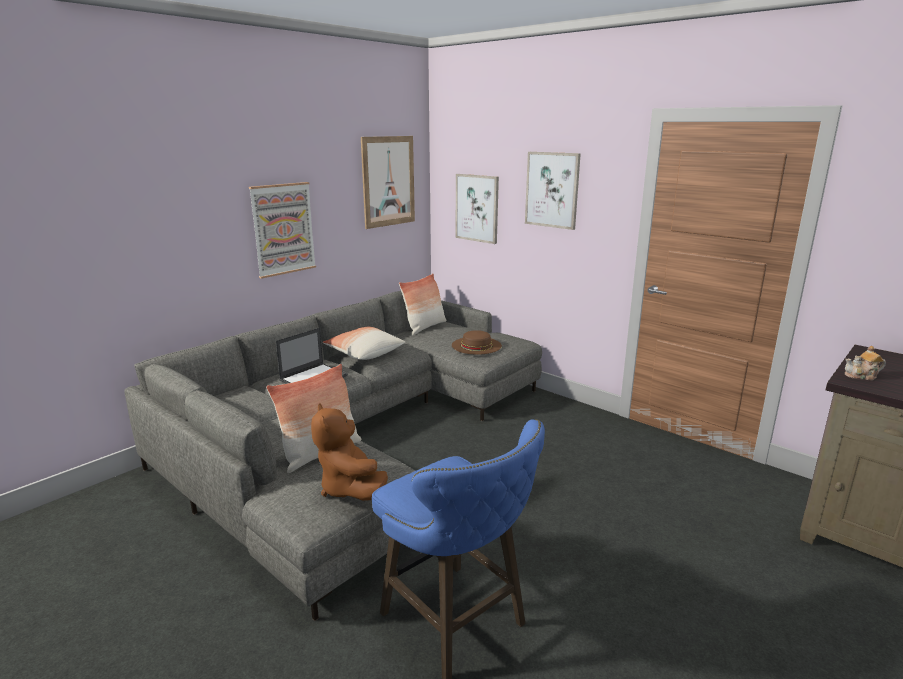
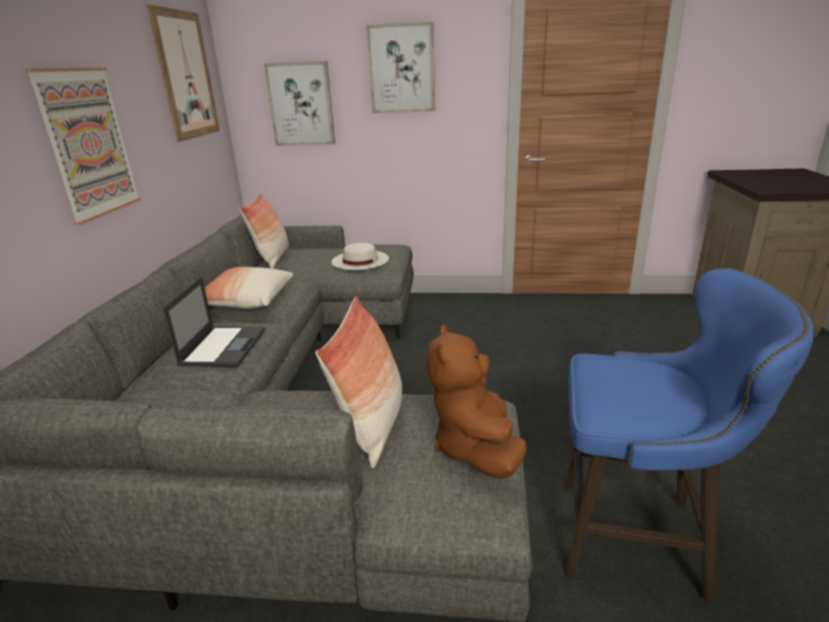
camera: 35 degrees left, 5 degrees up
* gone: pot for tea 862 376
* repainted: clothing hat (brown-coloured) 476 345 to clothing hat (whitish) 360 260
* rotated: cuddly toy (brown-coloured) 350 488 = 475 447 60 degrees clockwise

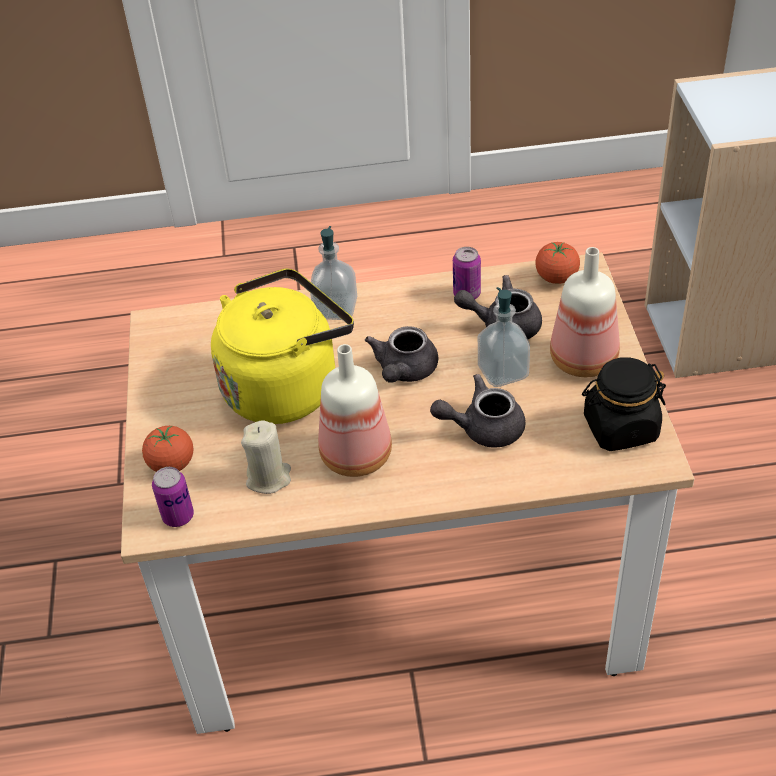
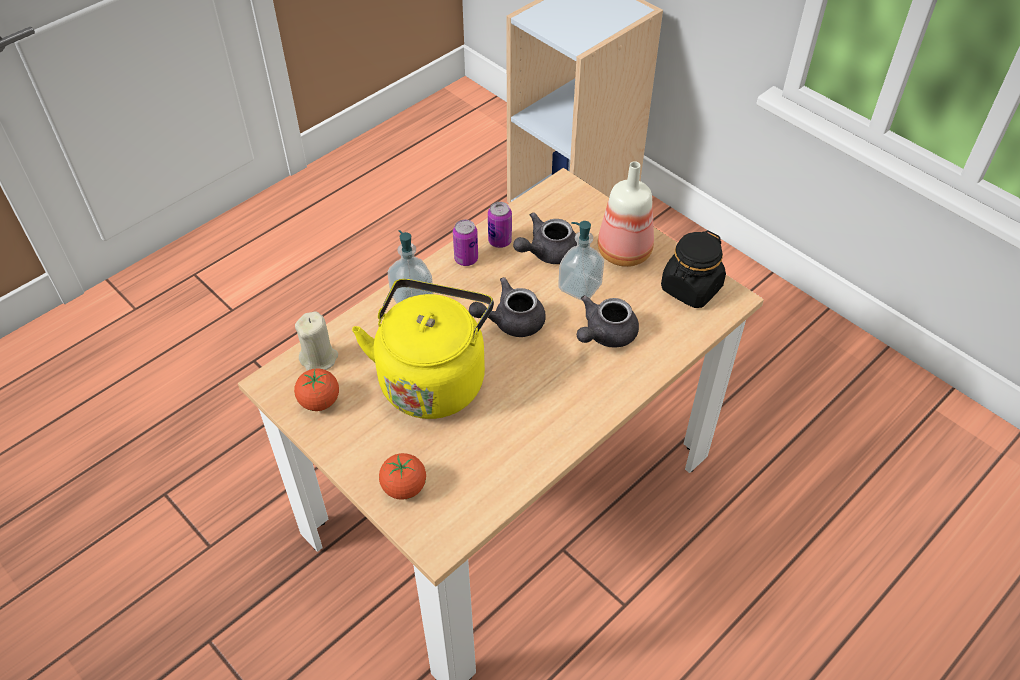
camera: 40 degrees left, 5 degrees up
* gone: beverage bottle 354 454
* shifted: metal can 178 516 to 466 259
* shifted: candle (beige) 269 478 to 319 358
* shifted: tomato 556 278 to 319 401
* rotated: pot for tea (gray) 404 371 = 511 321 90 degrees clockwise

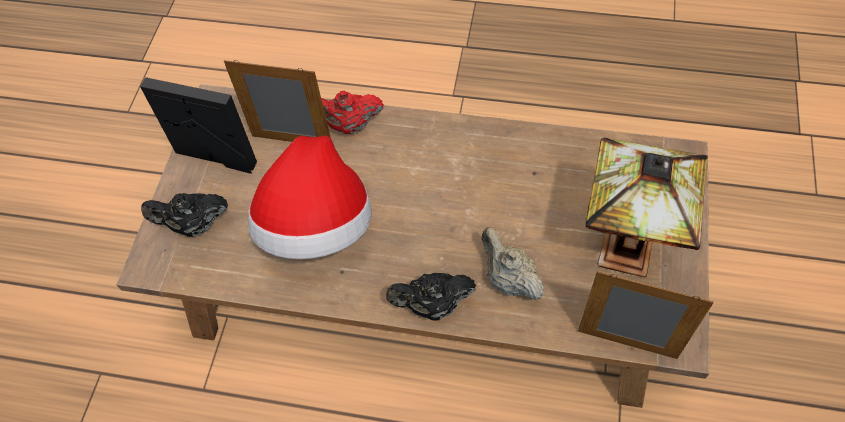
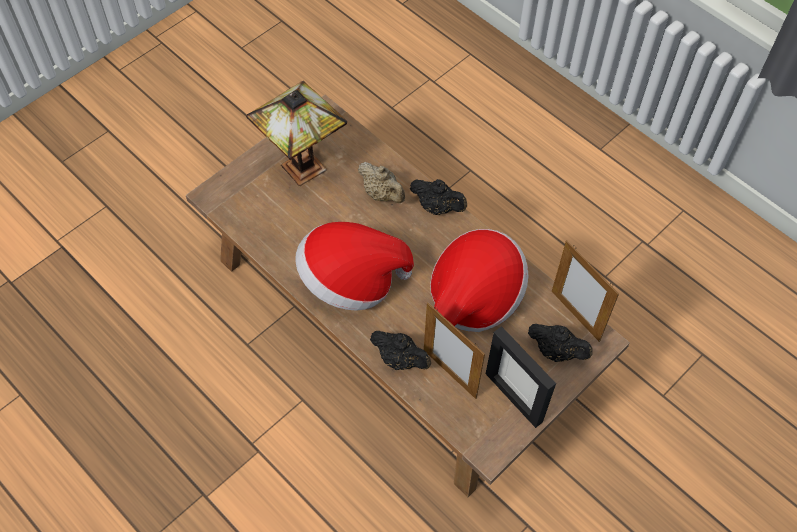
camera: 150 degrees left, 0 degrees up
* new: clothing hat 351 281
* shifted: photo frame 626 344 to 575 315
* repainted: pot for tea (red-coloured) 348 125 to pot for tea (black-coloured) 400 359
* rotated: pot for tea (beige) 508 279 = 382 194 45 degrees counterclockwise

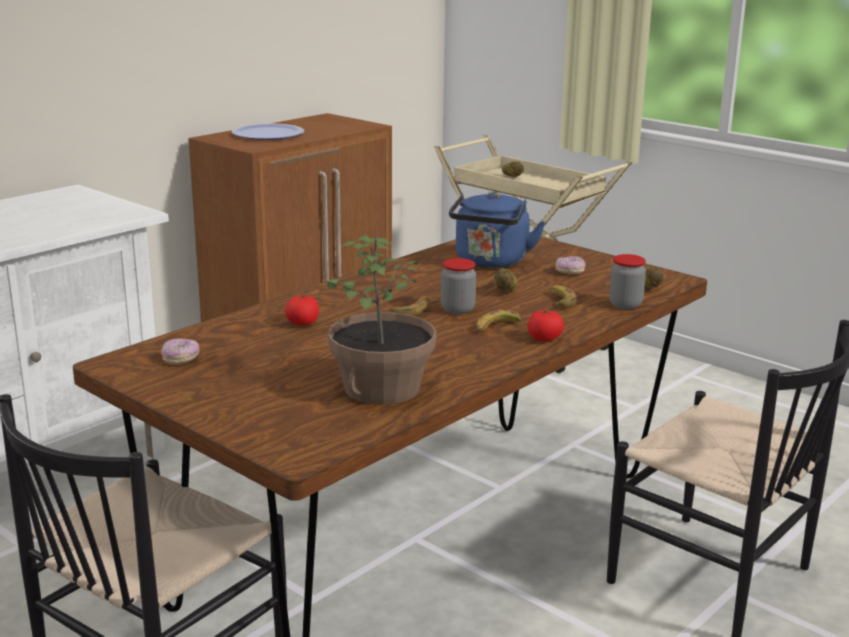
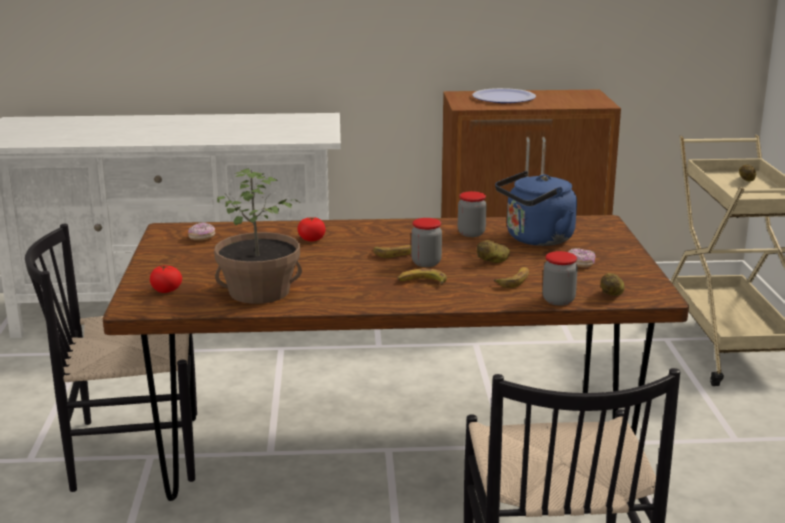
camera: 45 degrees right, 0 degrees up
* new: jar 471 233
* shifted: tomato 544 338 to 166 290

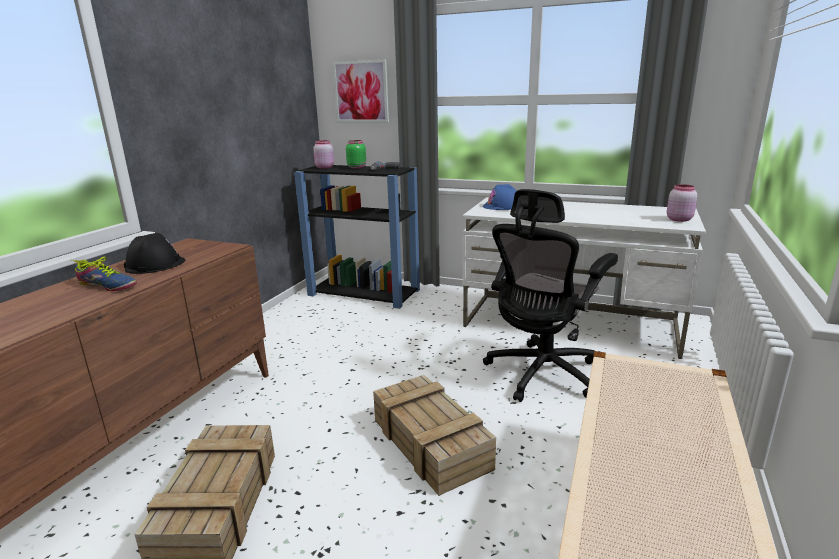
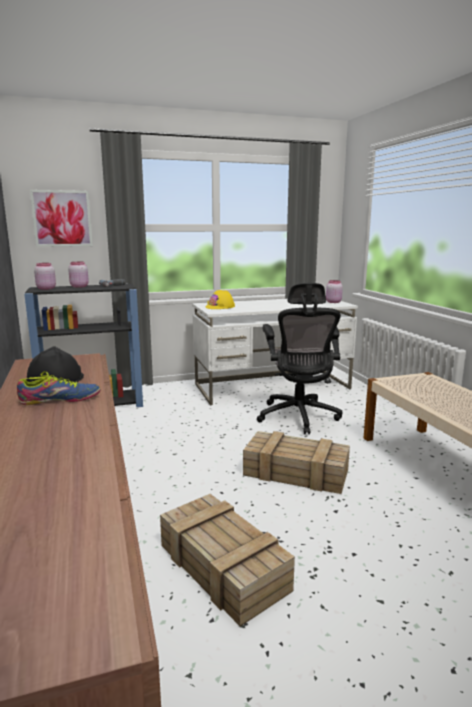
camera: 40 degrees left, 5 degrees down
* repainted: jar (green) 357 167 to jar (pink-coloured) 79 286
* repainted: hard hat (blue) 502 206 to hard hat (yellow) 220 307

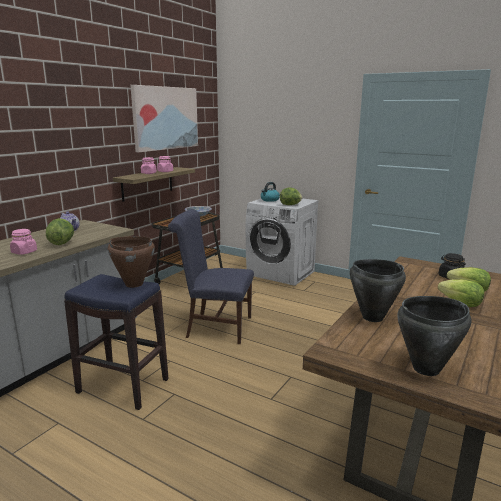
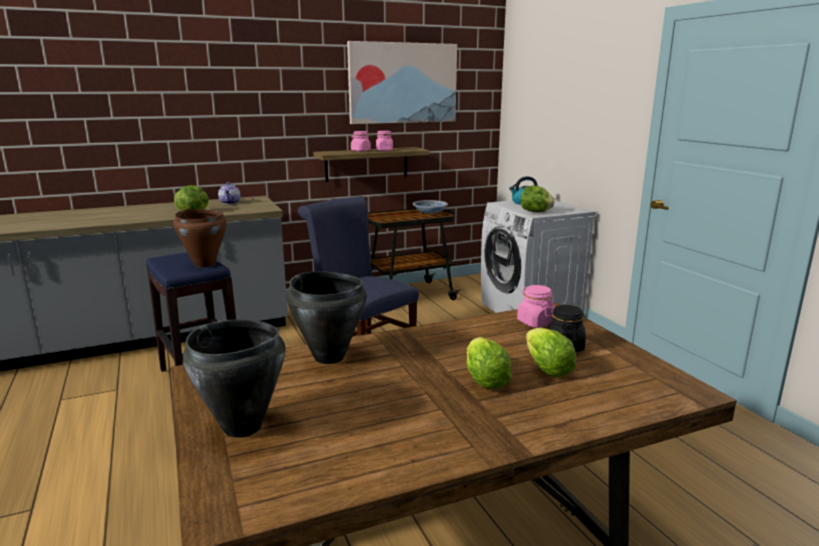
camera: 35 degrees right, 0 degrees up
* shifted: jar (pink-coloured) 24 252 to 535 322

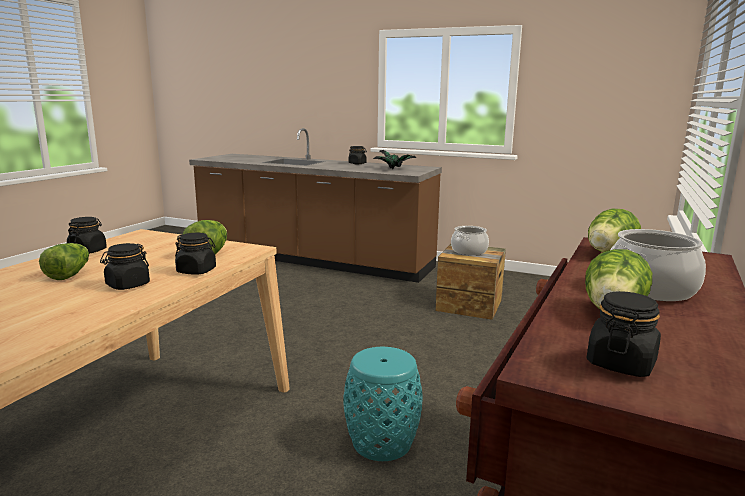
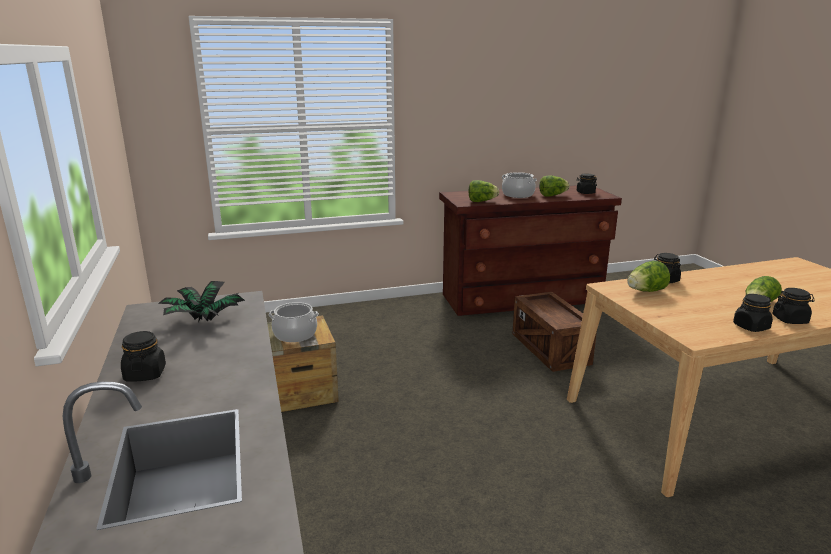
camera: 130 degrees left, 5 degrees up
* shifted: jar (black-coloured) 127 285 to 790 320
* swapped: stool (blue-green) 381 443 to shipping crate 550 349

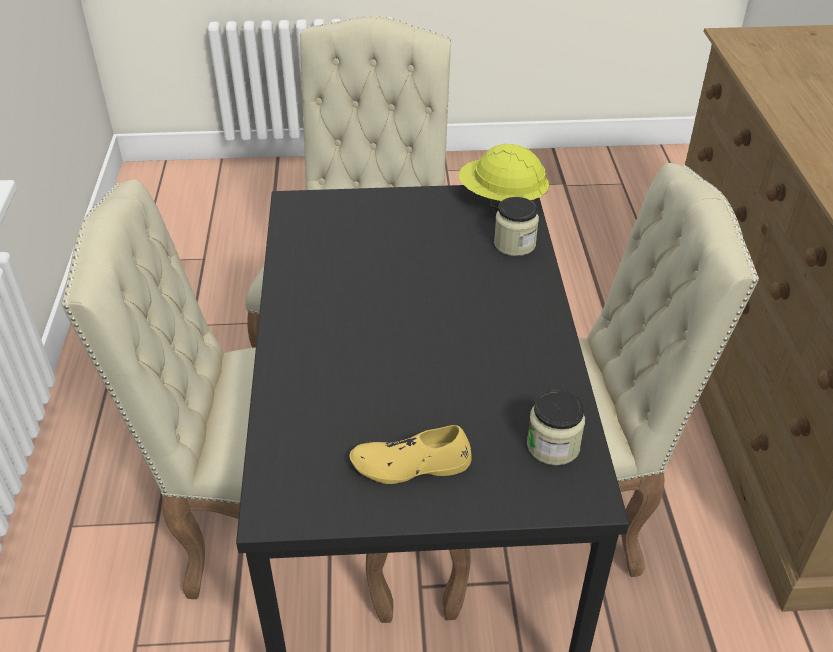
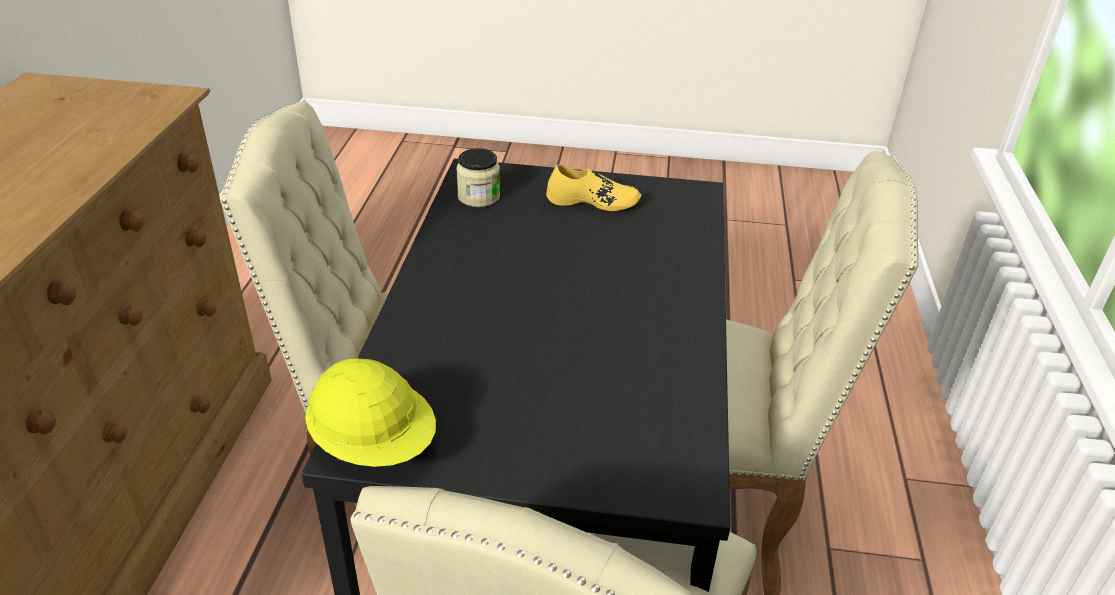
camera: 170 degrees left, 5 degrees down
* gone: jar 514 244

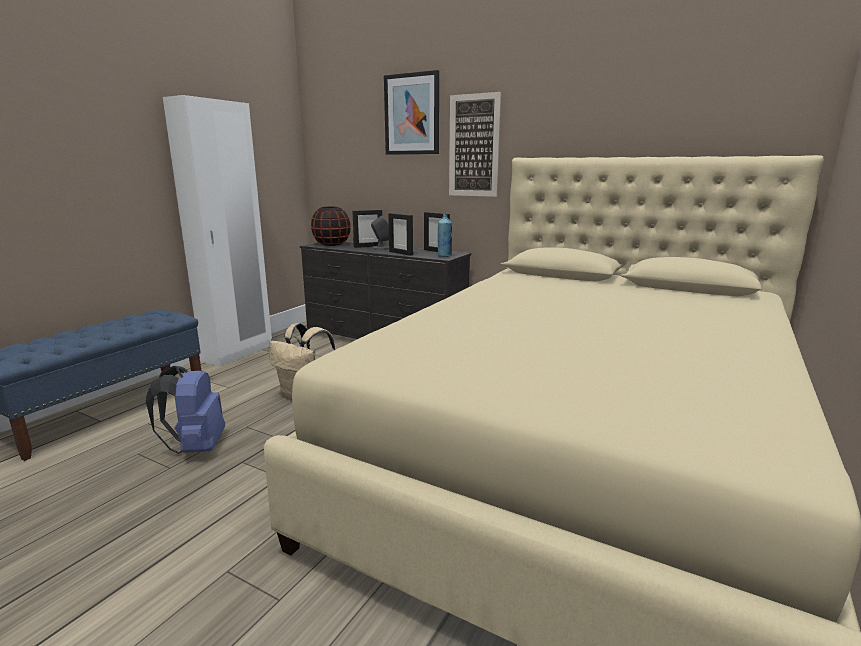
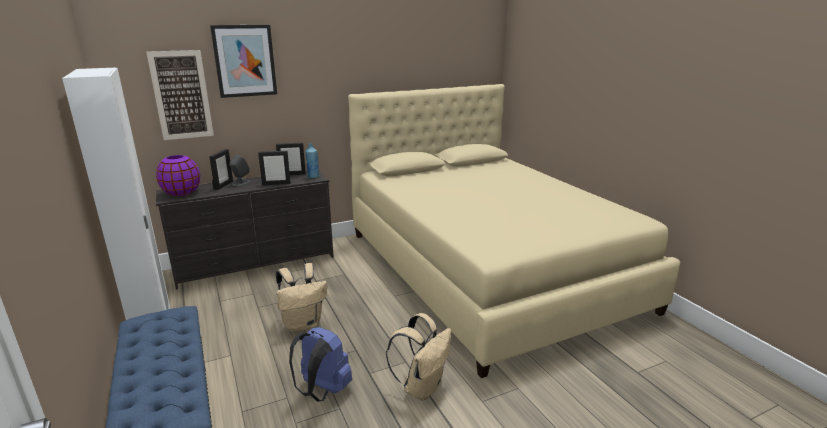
camera: 55 degrees left, 5 degrees up
* new: knapsack (beige) 422 387
* shifted: picture 474 146 to 181 95
* repainted: vase (black-coloured) 332 244 to vase (purple) 182 193

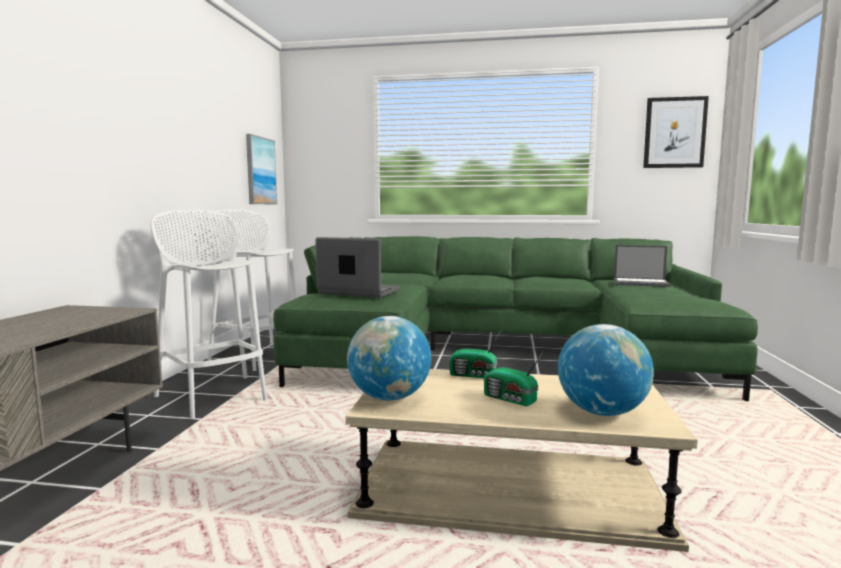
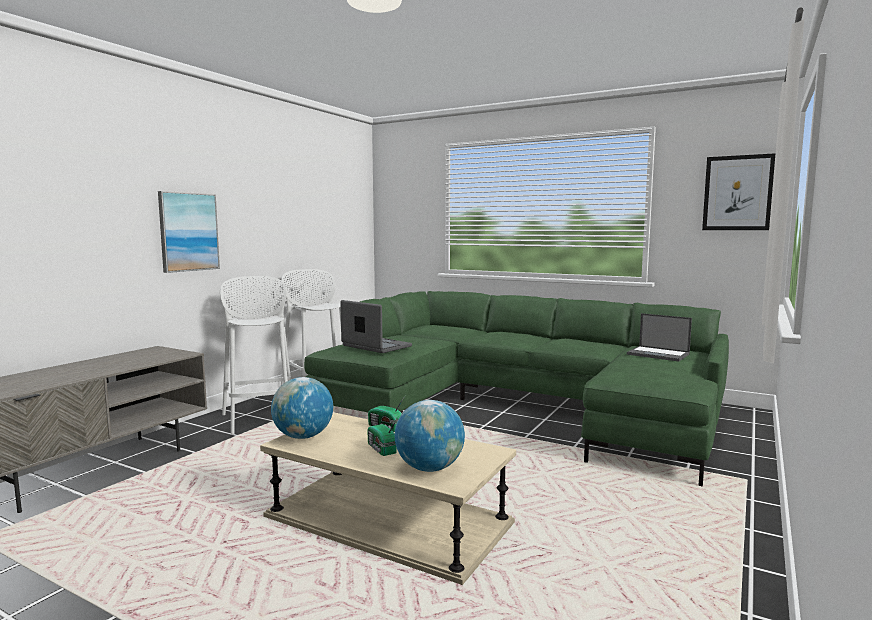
camera: 20 degrees right, 0 degrees up
* shifted: picture 260 171 to 188 232

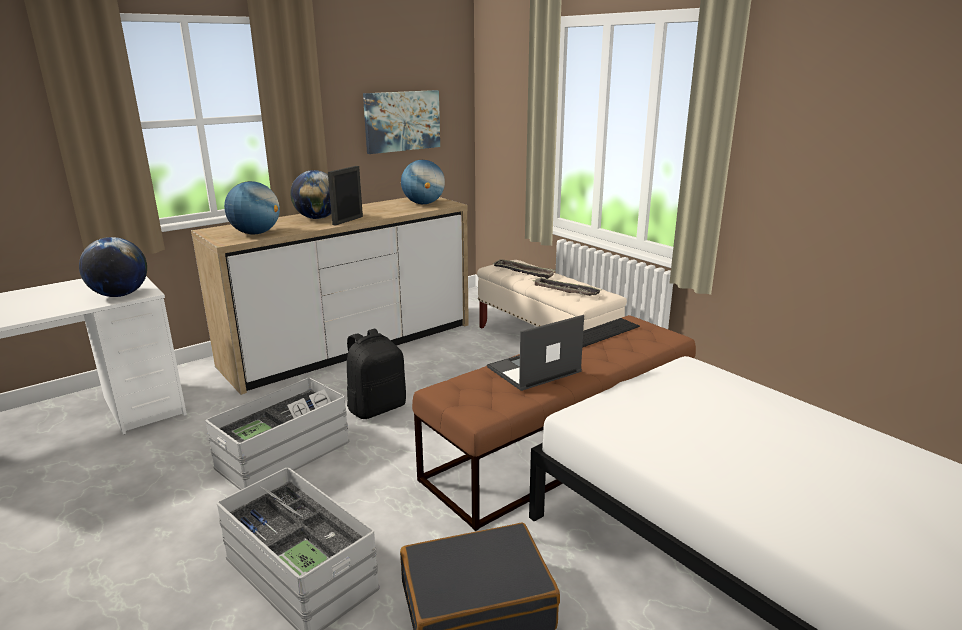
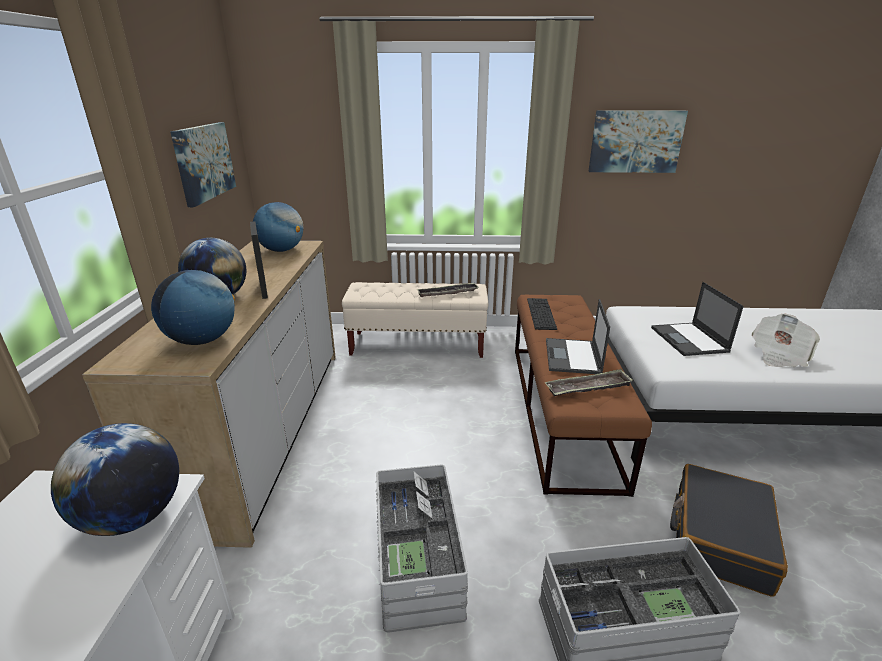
camera: 50 degrees left, 5 degrees up
* gone: knapsack (black-coloured) 377 408
* new: picture 635 141
* new: notebook computer 689 340
* new: daily paper 778 355
* shifted: carrying tray 523 272 to 588 388

